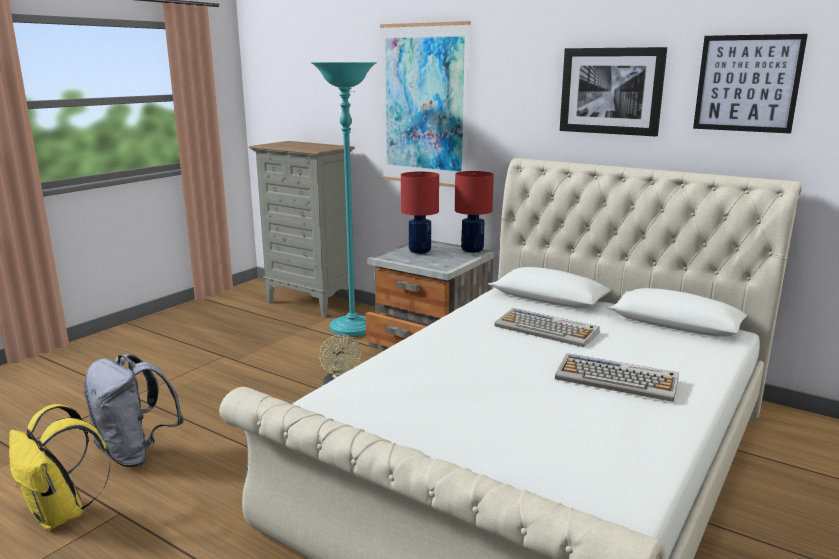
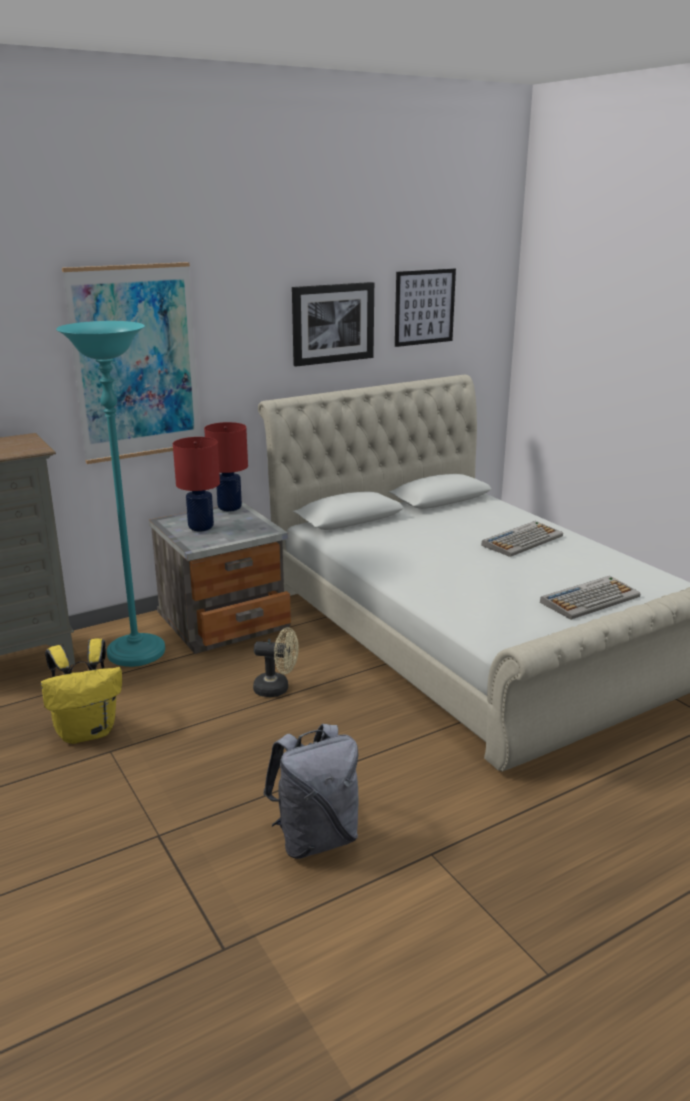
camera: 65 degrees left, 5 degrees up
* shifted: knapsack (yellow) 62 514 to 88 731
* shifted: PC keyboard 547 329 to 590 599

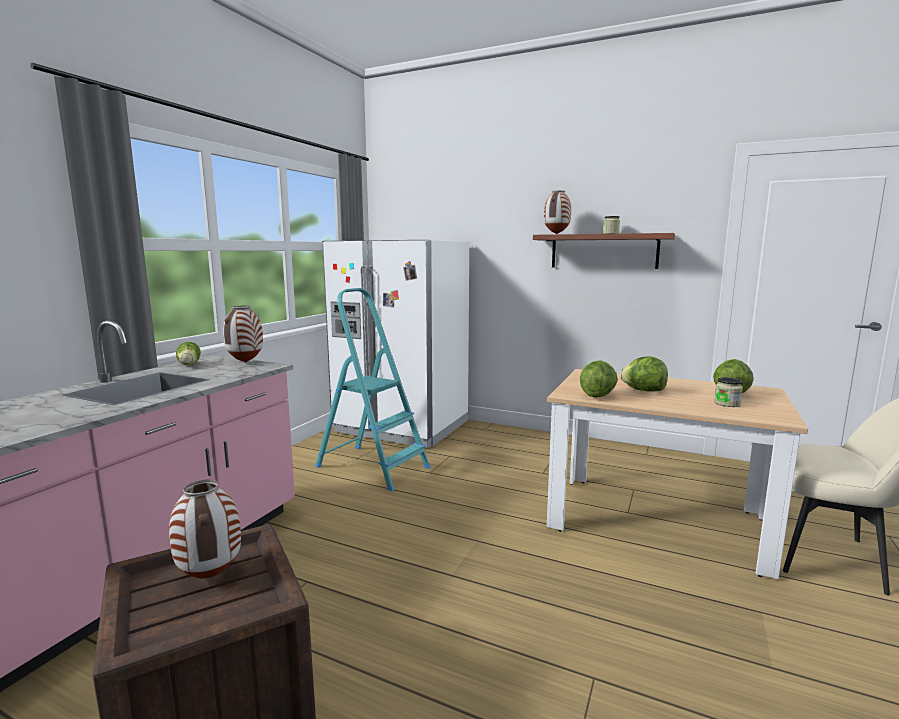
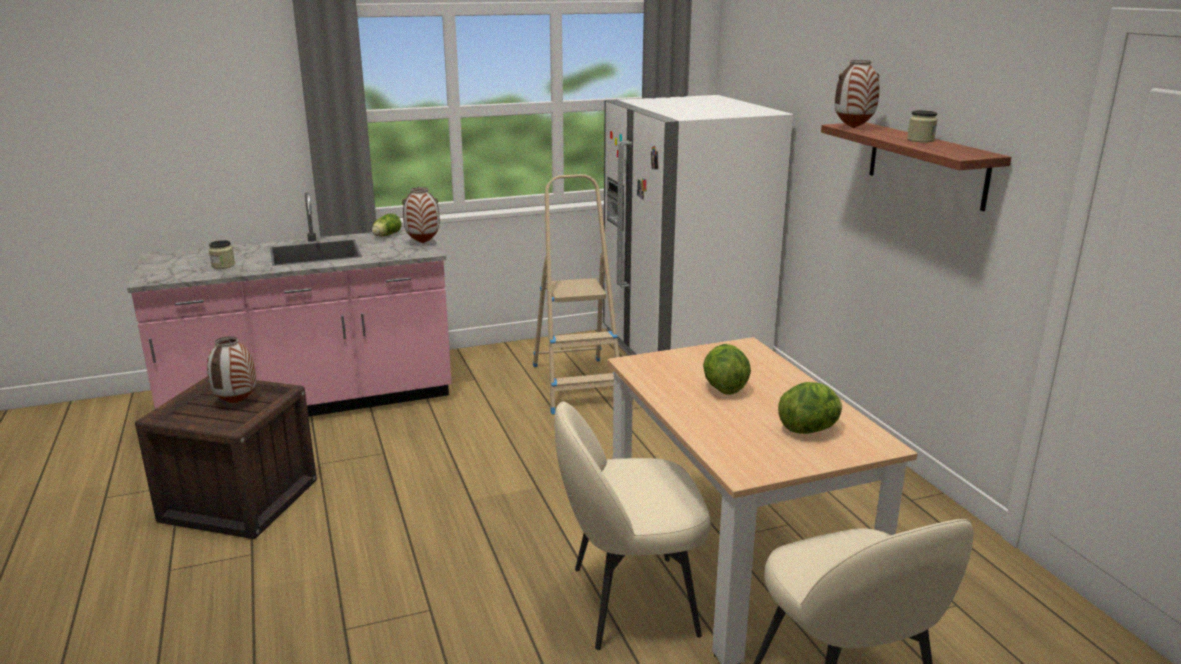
camera: 45 degrees right, 10 degrees up
* gone: lettuce head 597 395
* new: upright chair (beige) 629 601
* shifted: jar 727 404 to 223 265
* repainted: step ladder (blue-green) 373 467 to step ladder (beige) 577 385

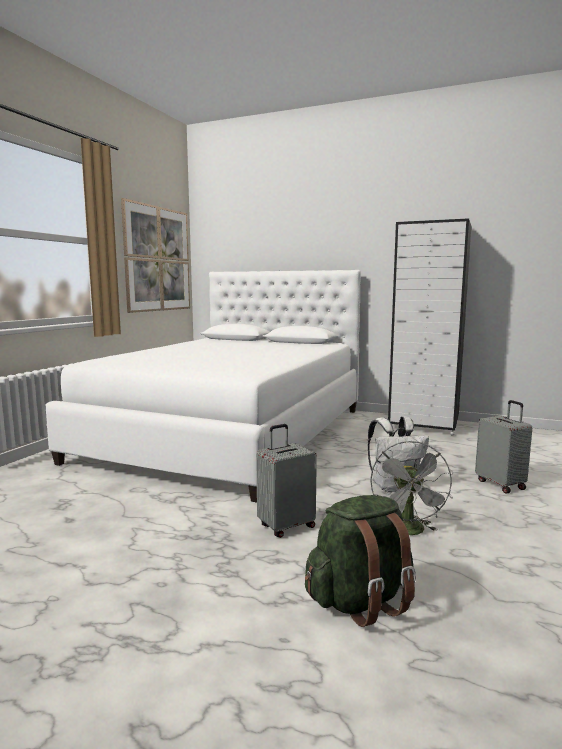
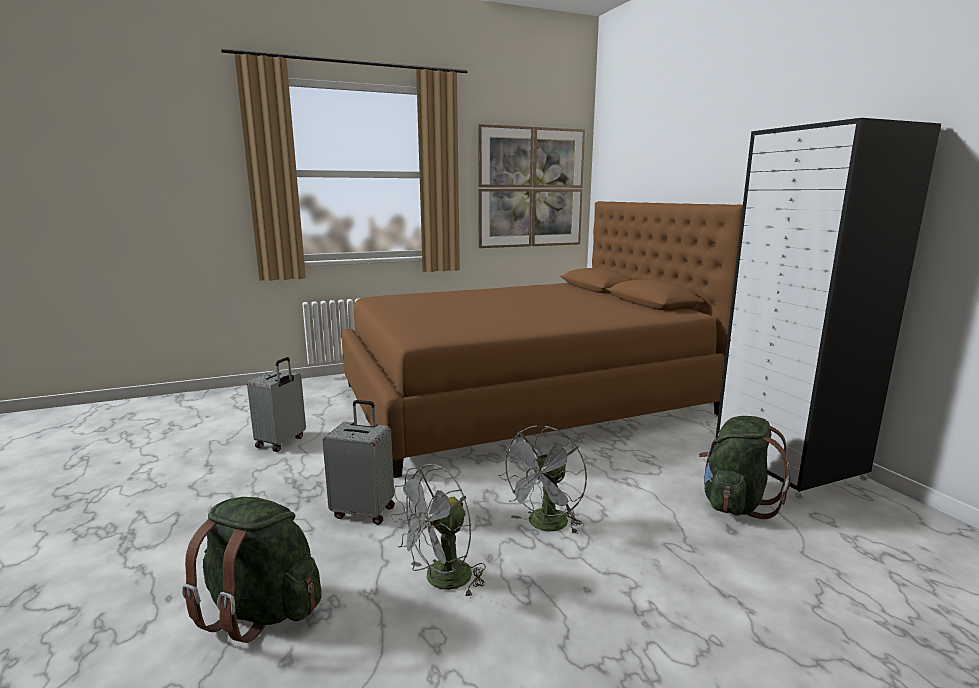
camera: 45 degrees right, 5 degrees up
* new: knapsack (green) 735 503
* shifted: travel case (gray) 501 484 to 281 442
* swapped: knapsack (whitish) 394 486 to cooling fan (gray) 545 526
* repainted: sleeping bed (whitish) 231 433 to sleeping bed (brown-coloured) 523 399

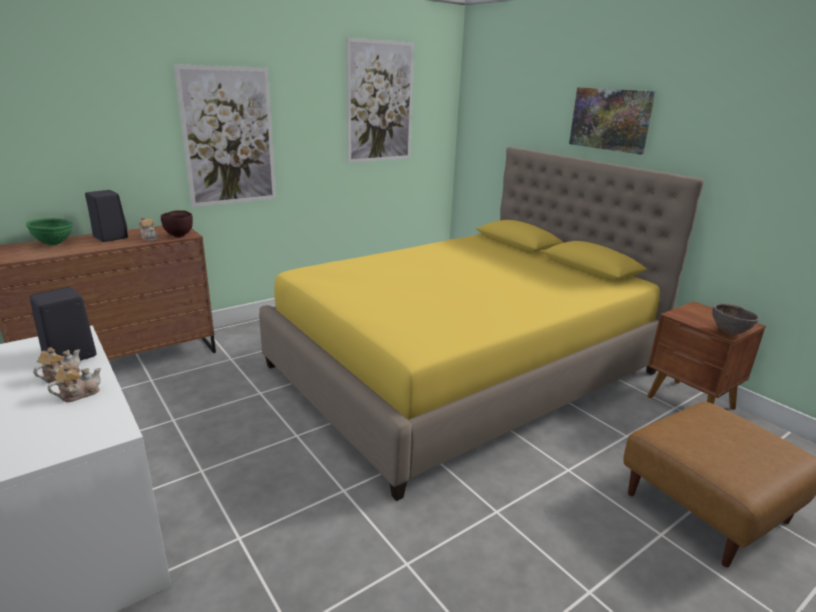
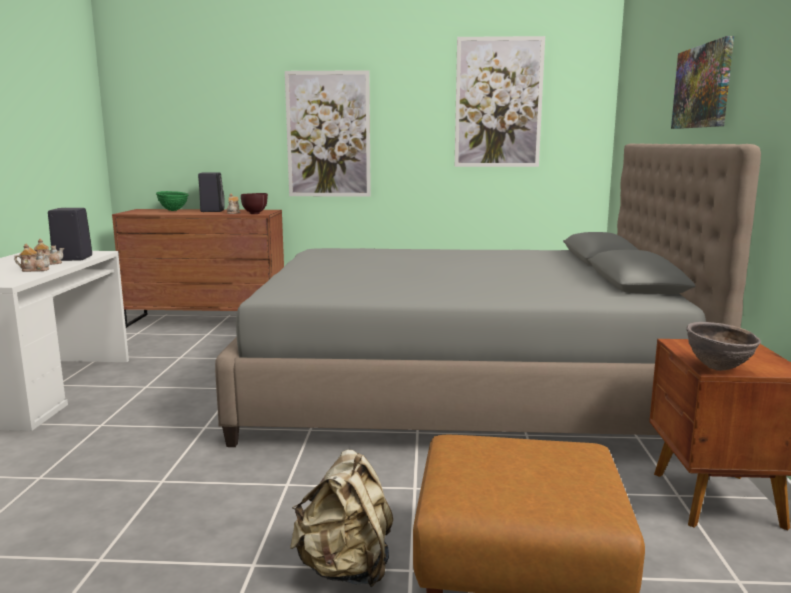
camera: 40 degrees right, 10 degrees down
* new: knapsack (beige) 346 568
* repainted: sleeping bed (yellow) 464 369 to sleeping bed (gray) 462 390

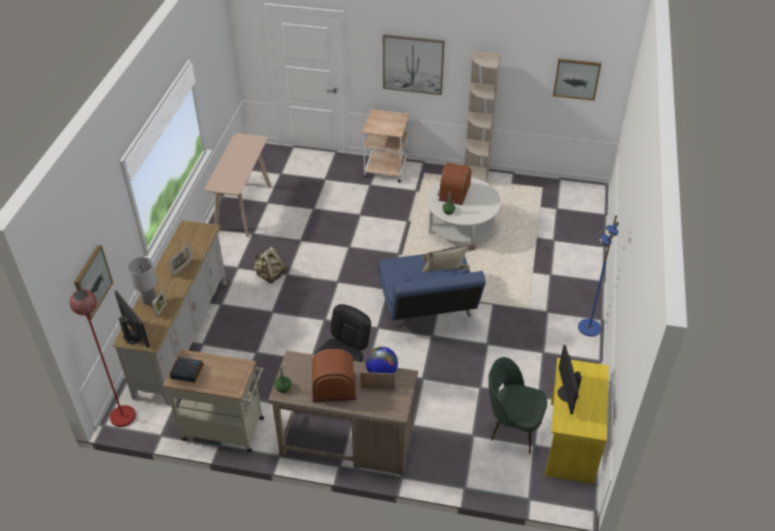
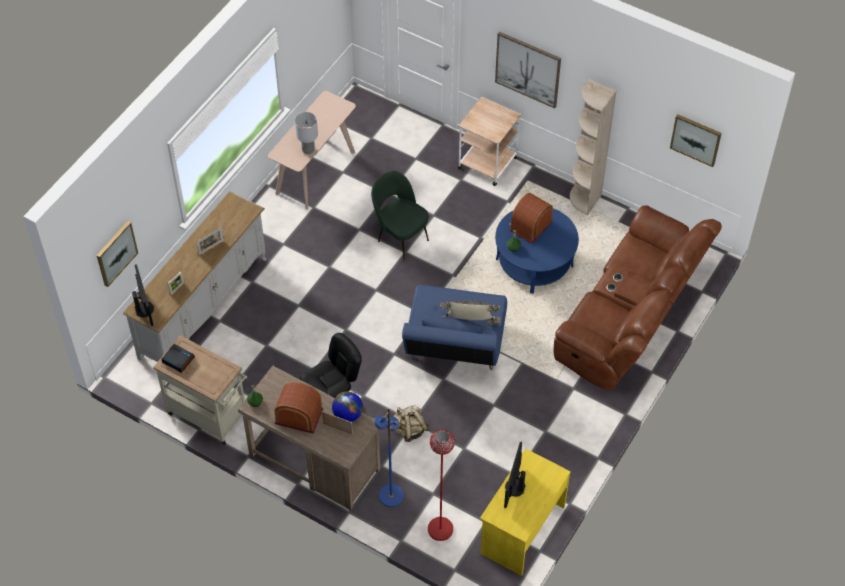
camera: 20 degrees right, 10 degrees up
* new: sofa (brown-coloured) 631 318
* shifted: standard lamp (red-coloured) 123 417 to 440 529
* shifted: lamp for a table (gray) 149 300 to 308 150
* shifted: knapsack (beige) 270 275 to 409 430
* shifted: upright chair (green) 511 429 to 400 238
* shifted: standard lamp (blue) 588 328 to 390 495
* repainted: low table (whitish) 461 227 to low table (blue) 534 262

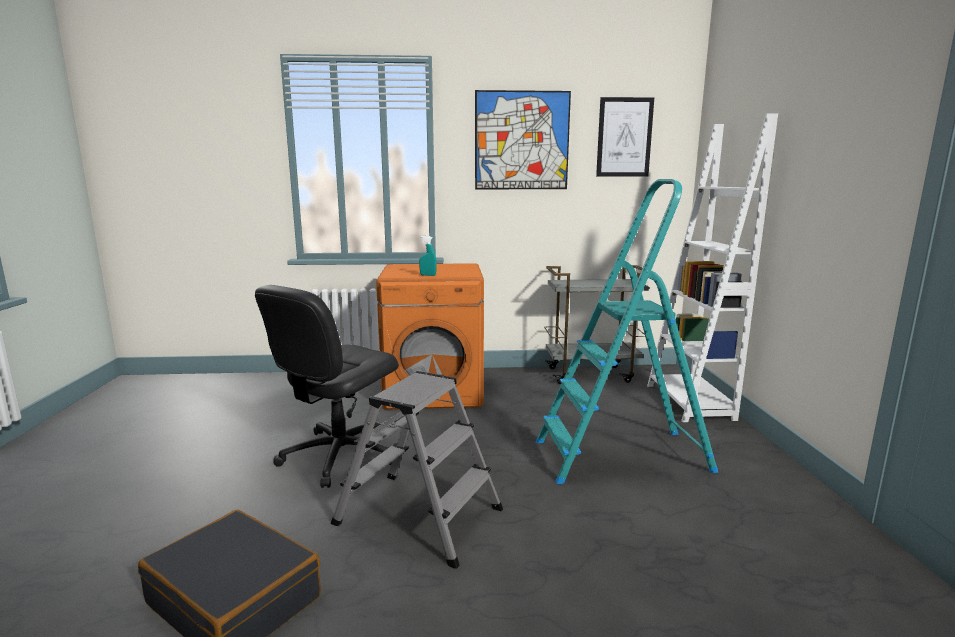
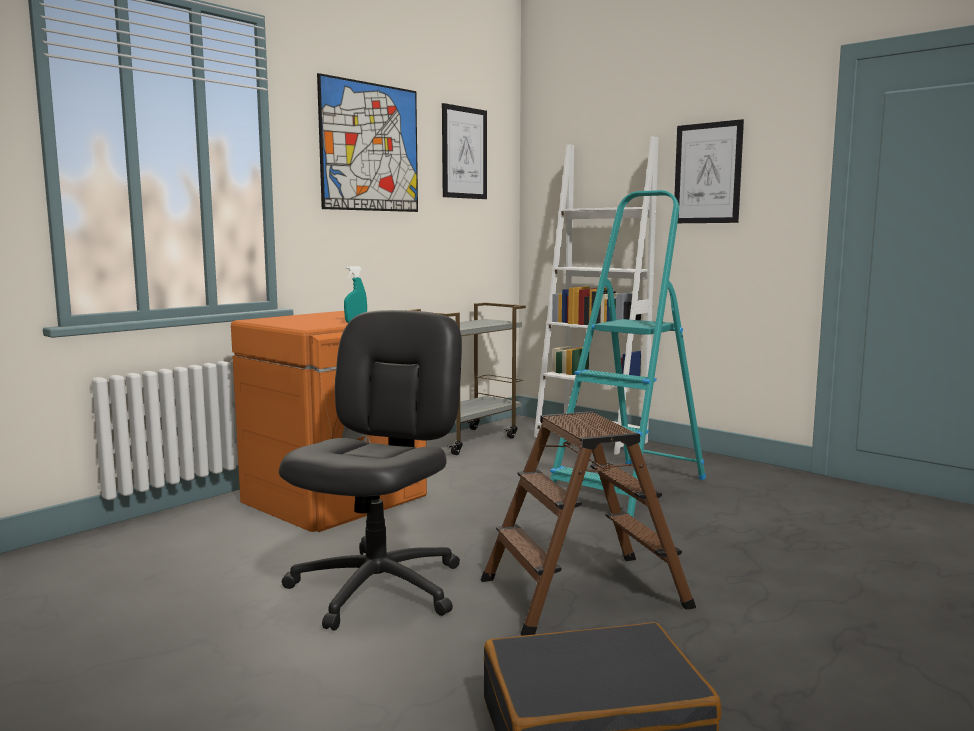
camera: 45 degrees left, 5 degrees down
* new: picture 707 173
* repainted: step ladder (gray) 418 516 to step ladder (brown-coloured) 584 593
* rotated: desk chair (black-coloured) 339 455 = 378 587 150 degrees counterclockwise

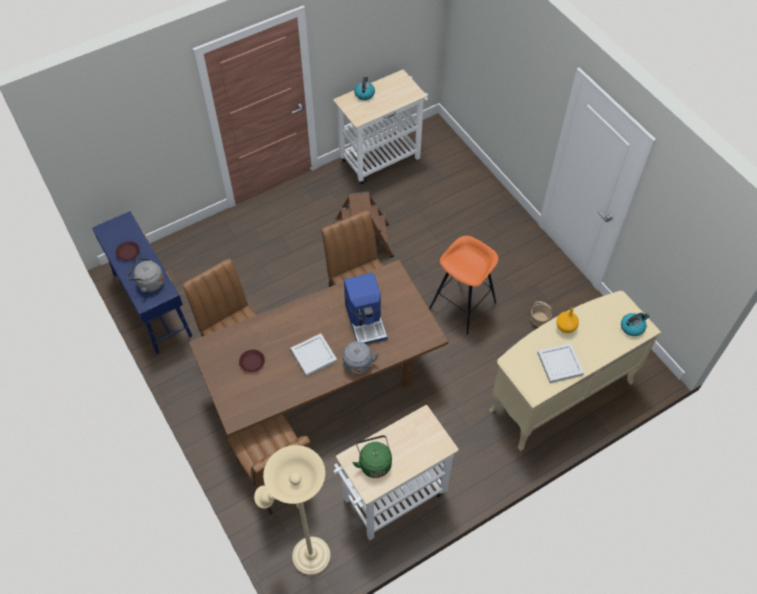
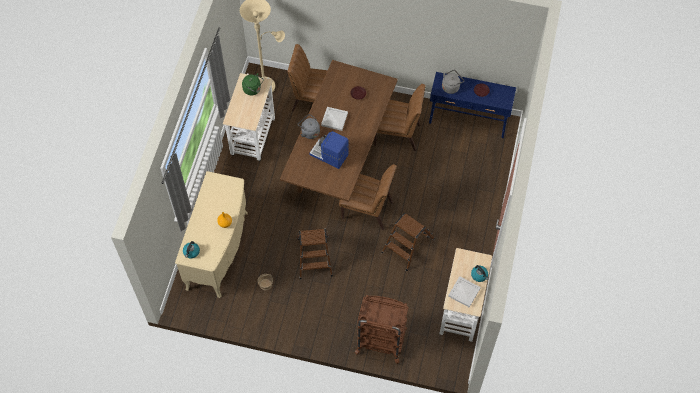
camera: 135 degrees right, 5 degrees up
* new: cart (brown-coloured) 381 341
* shifted: carrying tray (whitish) 560 364 to 463 292
* swapped: stool (orange) 463 305 to step ladder (brown-coloured) 314 256

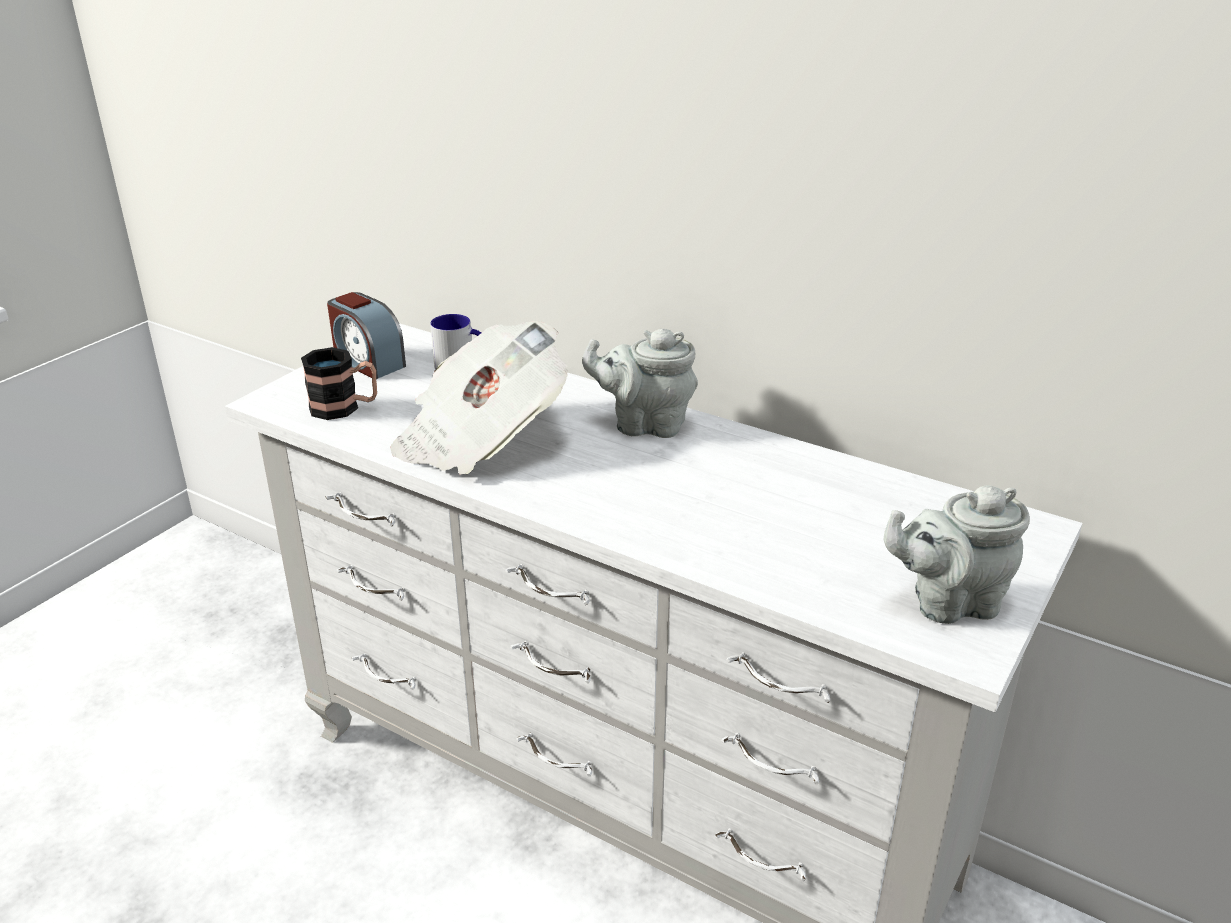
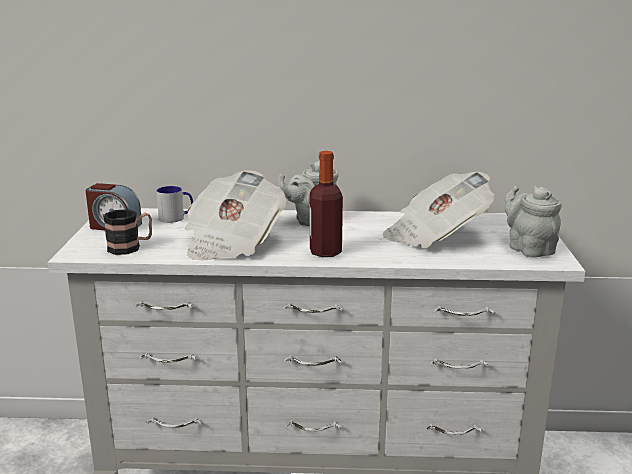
camera: 30 degrees left, 10 degrees down
* new: beverage bottle 325 252
* new: daily paper 435 235
* rotated: pot for tea (gray) 948 602 = 528 248 105 degrees clockwise

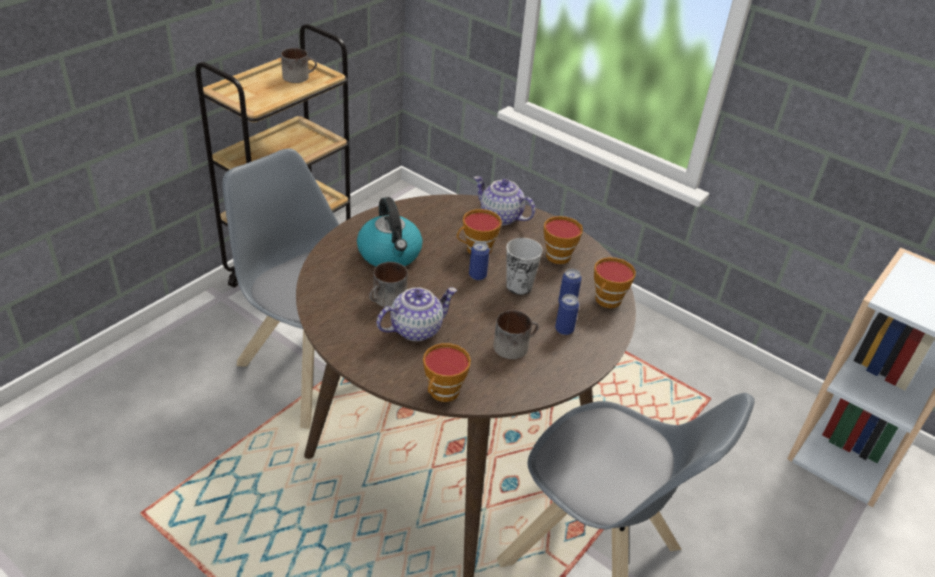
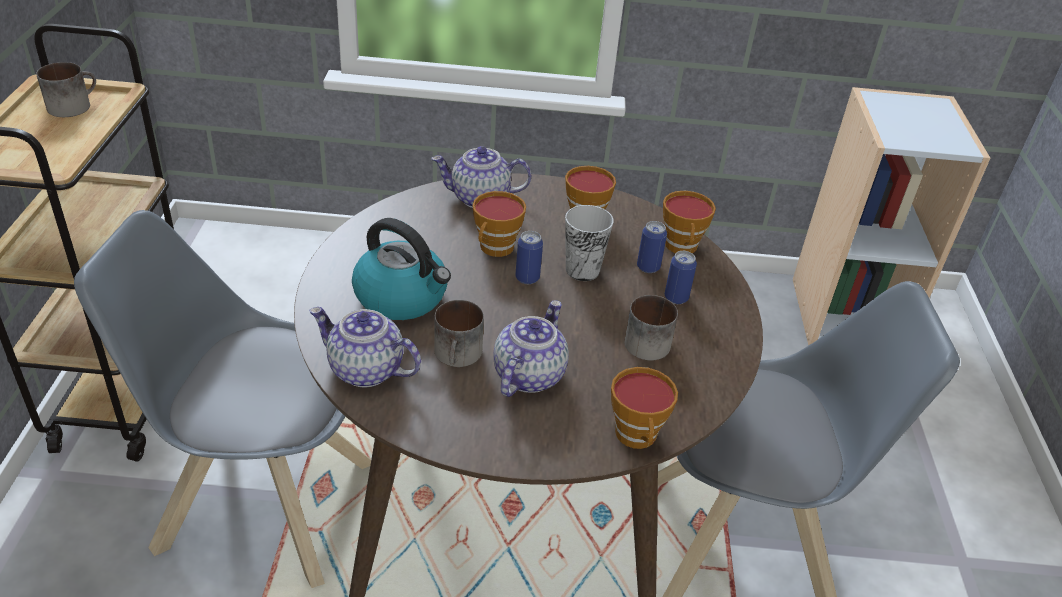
camera: 35 degrees left, 0 degrees up
* new: pot for tea 365 370

